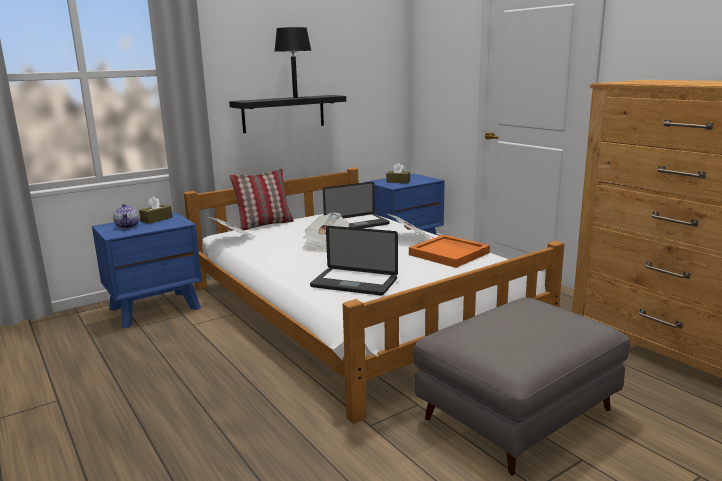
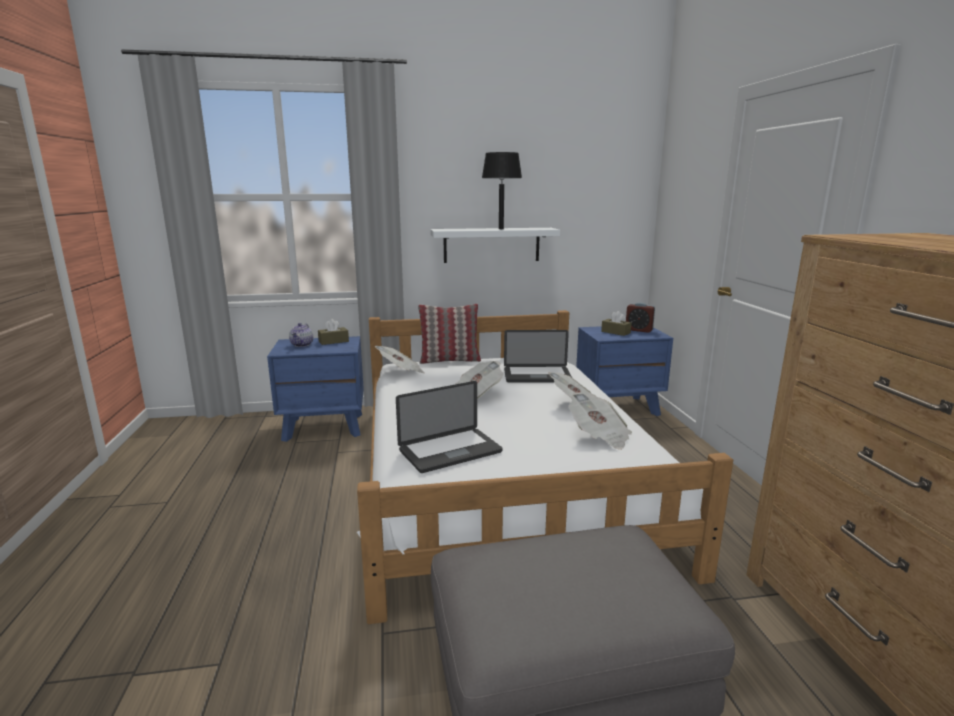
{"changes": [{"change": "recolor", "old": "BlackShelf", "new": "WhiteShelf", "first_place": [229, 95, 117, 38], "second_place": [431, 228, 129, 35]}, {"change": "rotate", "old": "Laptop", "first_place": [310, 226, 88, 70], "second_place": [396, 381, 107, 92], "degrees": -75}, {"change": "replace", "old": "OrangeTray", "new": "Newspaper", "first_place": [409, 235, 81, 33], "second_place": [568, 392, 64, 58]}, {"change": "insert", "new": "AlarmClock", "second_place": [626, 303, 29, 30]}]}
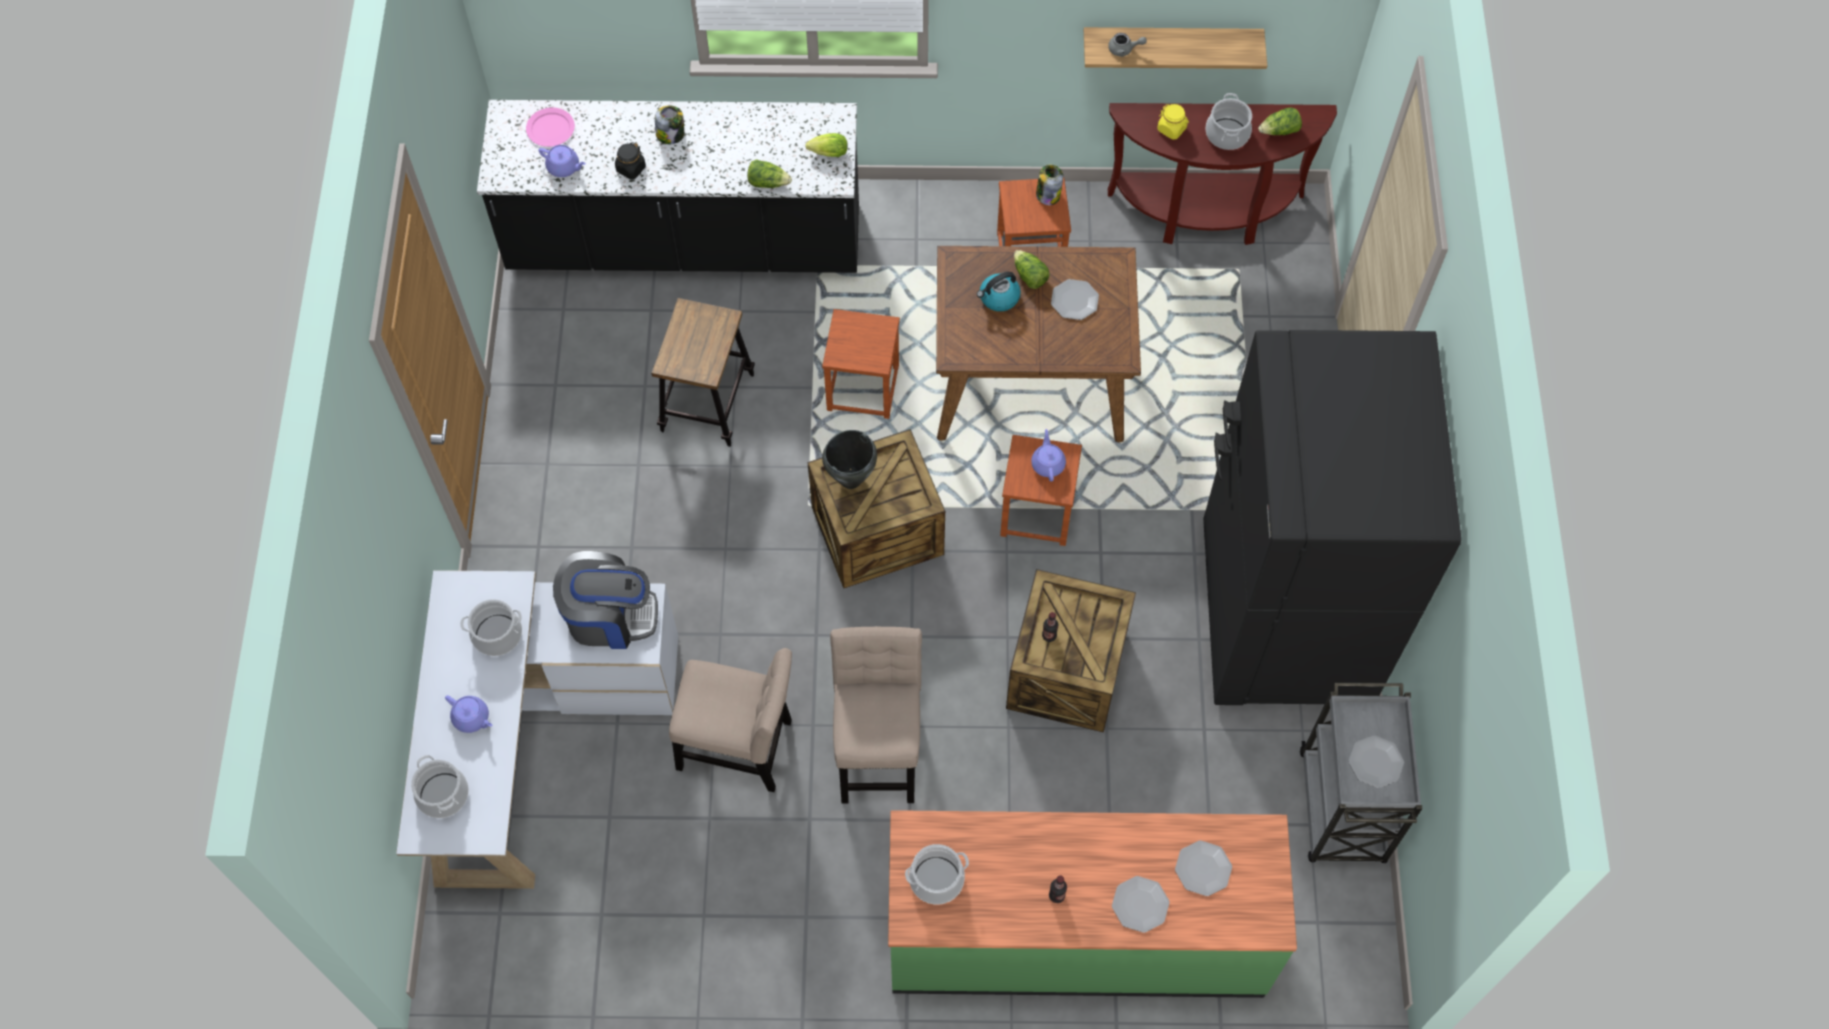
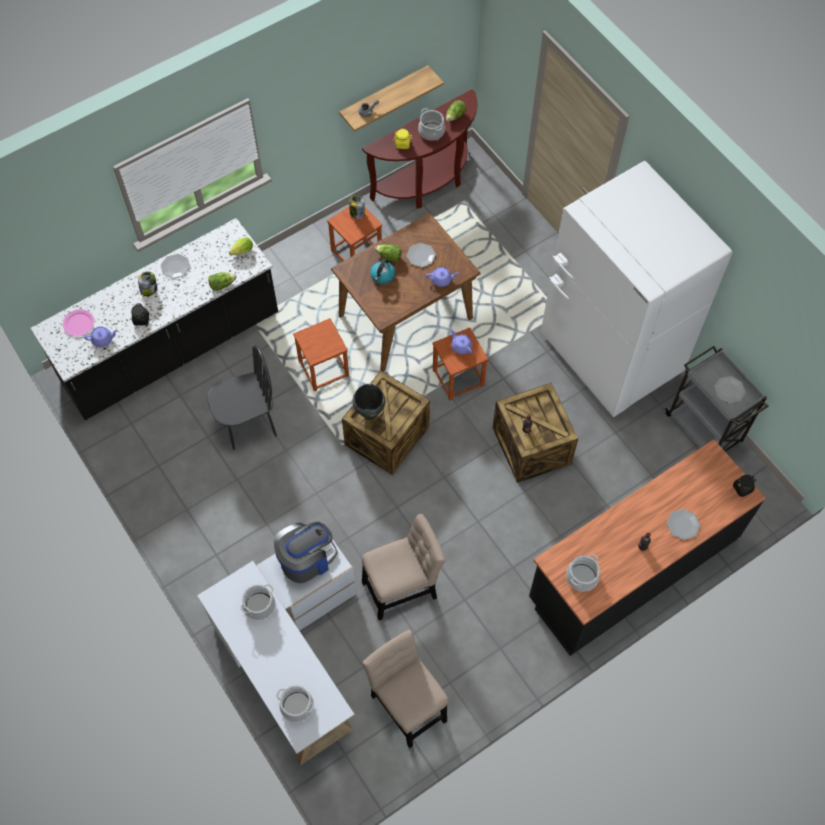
{"changes": [{"change": "move", "old": "PurpleTeapot", "first_place": [445, 695, 47, 38], "second_place": [426, 267, 33, 20]}, {"change": "replace", "old": "Stool", "new": "BlackChair", "first_place": [651, 298, 104, 149], "second_place": [207, 344, 70, 106]}, {"change": "move", "old": "BeigeChair", "first_place": [830, 626, 92, 177], "second_place": [362, 630, 86, 118]}, {"change": "recolor", "old": "GreenCounter", "new": "BlackCounter", "first_place": [888, 810, 409, 188], "second_place": [529, 439, 237, 217]}, {"change": "move", "old": "Plate", "first_place": [1175, 840, 57, 56], "second_place": [161, 254, 29, 25]}, {"change": "recolor", "old": "BlackFridge", "new": "WhiteFridge", "first_place": [1203, 330, 258, 375], "second_place": [541, 161, 191, 256]}, {"change": "insert", "new": "BlackJar", "second_place": [733, 475, 23, 22]}]}
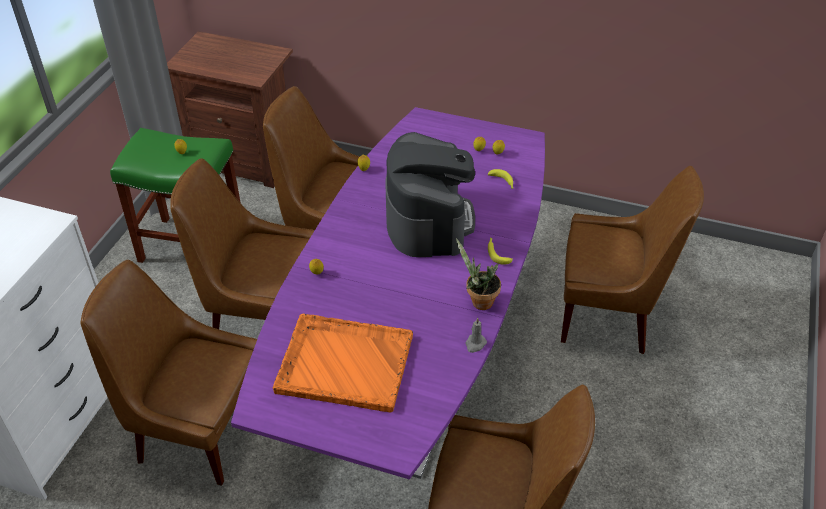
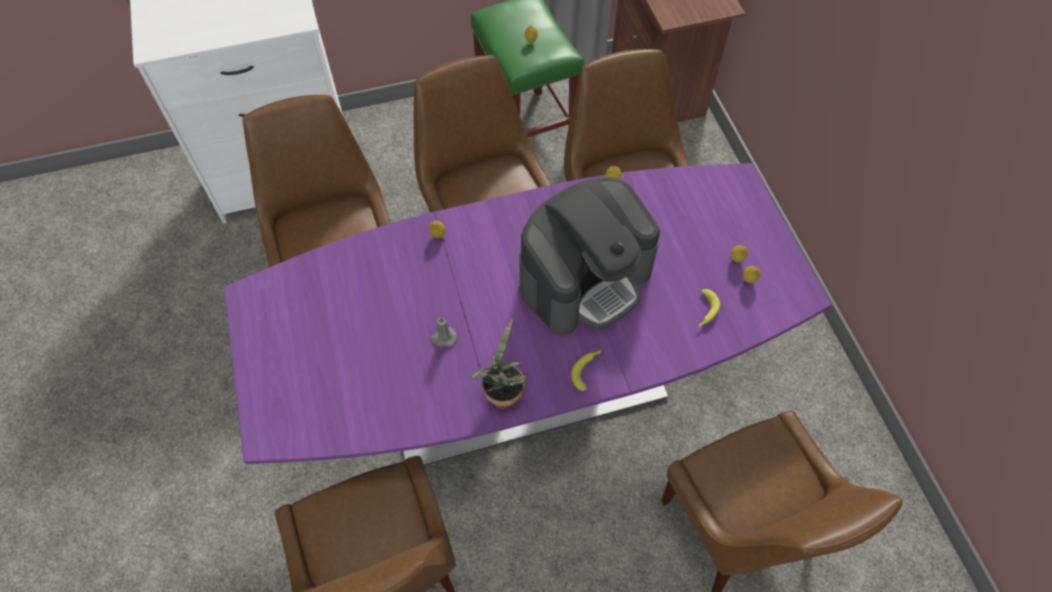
{"changes": [{"change": "delete", "old": "OrangeTray", "first_place": [272, 314, 141, 98]}, {"change": "move", "old": "GreyCandle", "first_place": [465, 318, 22, 35], "second_place": [430, 317, 27, 30]}]}
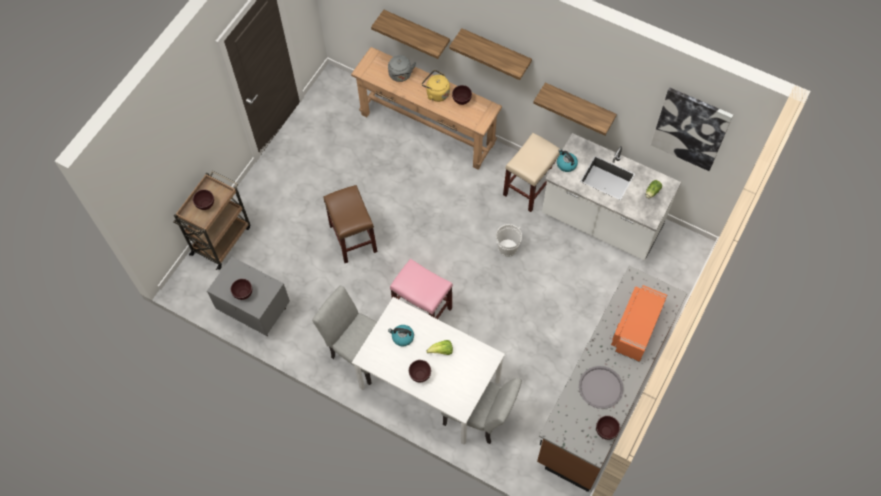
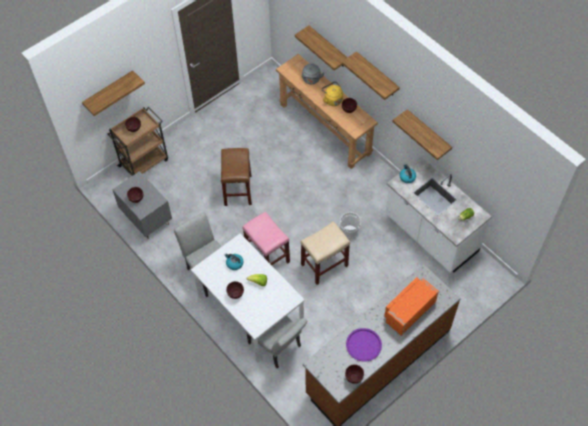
{"changes": [{"change": "move", "old": "BeigeStool", "first_place": [503, 133, 57, 79], "second_place": [301, 221, 49, 64]}, {"change": "recolor", "old": "GreyTray", "new": "PurpleTray", "first_place": [579, 366, 45, 43], "second_place": [346, 328, 36, 34]}, {"change": "delete", "old": "Picture", "first_place": [651, 87, 82, 84]}, {"change": "insert", "new": "Shelf", "second_place": [82, 70, 63, 46]}]}
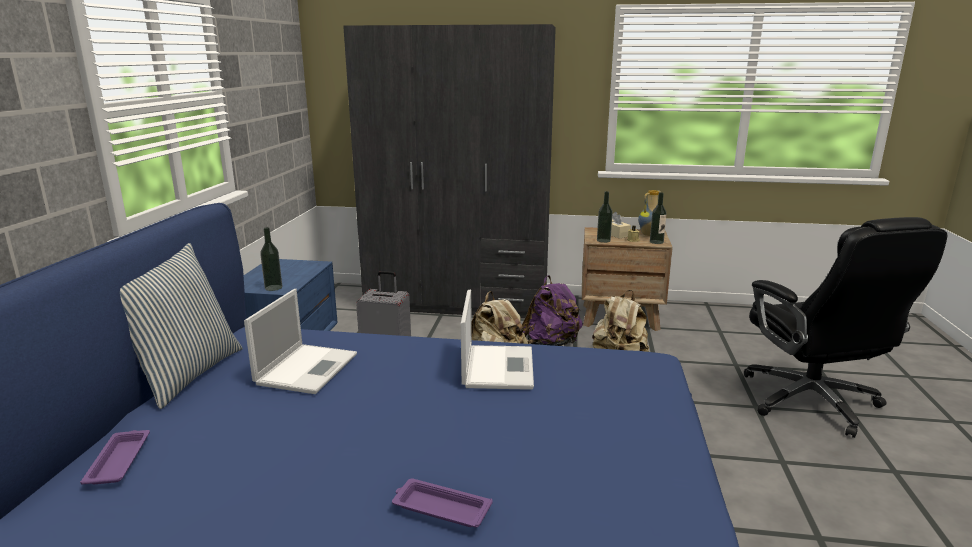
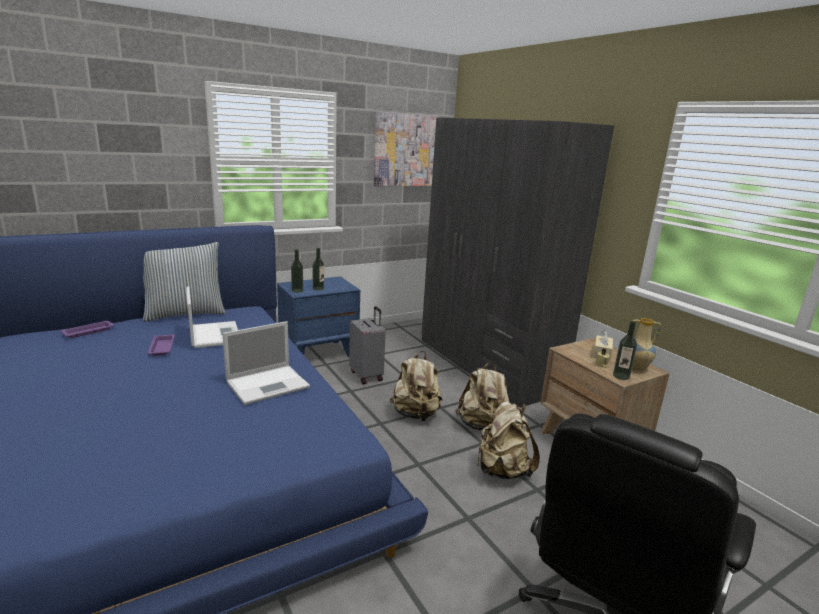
{"changes": [{"change": "rotate", "old": "Laptop", "first_place": [244, 289, 113, 105], "second_place": [186, 286, 52, 62], "degrees": -90}, {"change": "move", "old": "PurpleTray", "first_place": [392, 479, 101, 48], "second_place": [148, 335, 27, 21]}, {"change": "recolor", "old": "PurpleBackpack", "new": "BeigeBackpack", "first_place": [522, 275, 61, 71], "second_place": [455, 361, 55, 69]}, {"change": "move", "old": "Bottle", "first_place": [597, 191, 16, 52], "second_place": [312, 248, 12, 42]}, {"change": "insert", "new": "Picture", "second_place": [374, 111, 65, 75]}]}
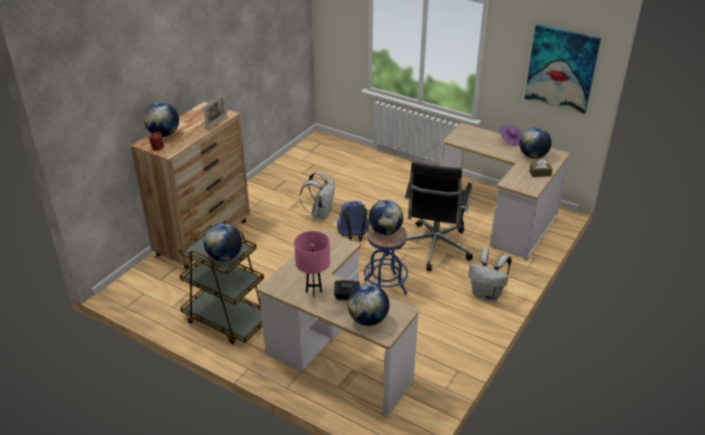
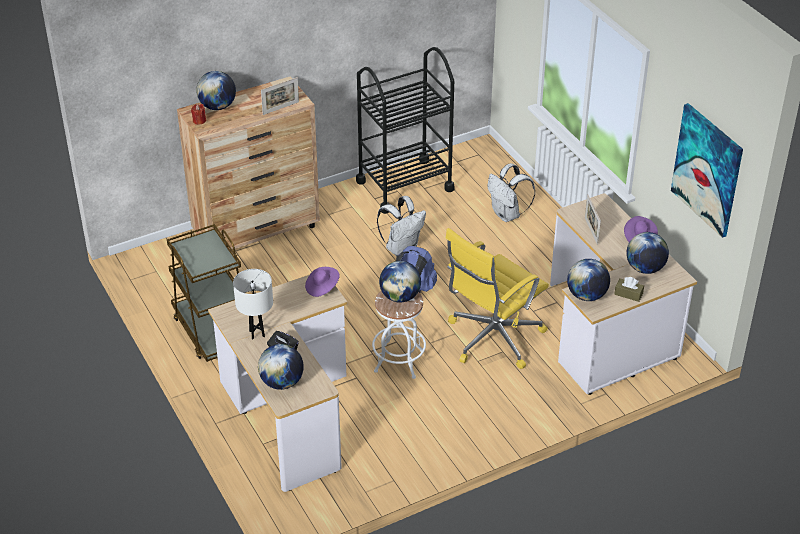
{"changes": [{"change": "move", "old": "Globe", "first_place": [204, 223, 38, 38], "second_place": [567, 259, 43, 42]}, {"change": "recolor", "old": "PinkTableLamp", "new": "WhiteTableLamp", "first_place": [294, 231, 36, 66], "second_place": [233, 269, 40, 71]}, {"change": "recolor", "old": "BlueStool", "new": "WhiteStool", "first_place": [364, 226, 44, 69], "second_place": [372, 291, 54, 88]}, {"change": "recolor", "old": "BlackOfficeChair", "new": "YellowOfficeChair", "first_place": [399, 162, 74, 109], "second_place": [445, 228, 104, 141]}, {"change": "move", "old": "WhiteBackpack", "first_place": [468, 248, 44, 54], "second_place": [488, 163, 47, 59]}, {"change": "insert", "new": "PurpleHat", "second_place": [305, 267, 35, 30]}, {"change": "insert", "new": "BlackCart", "second_place": [356, 47, 99, 167]}, {"change": "insert", "new": "PictureFrame", "second_place": [585, 194, 16, 51]}]}
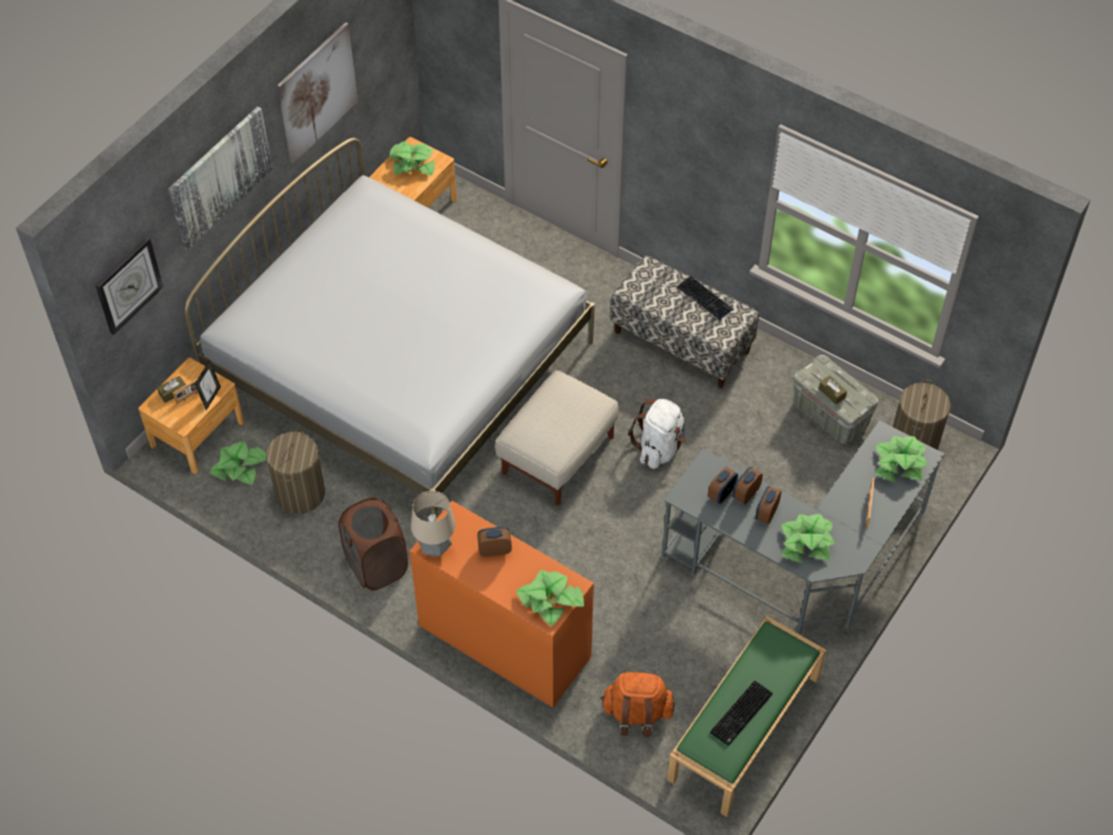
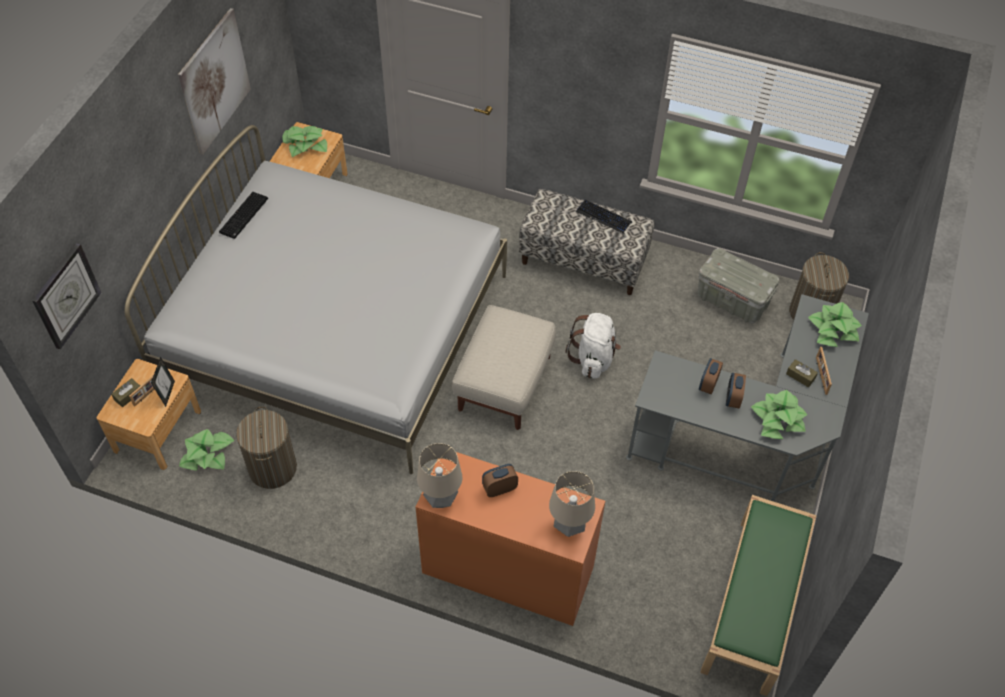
{"changes": [{"change": "delete", "old": "Picture", "first_place": [168, 106, 104, 145]}, {"change": "delete", "old": "BrownLaundryBasket", "first_place": [338, 498, 70, 93]}, {"change": "replace", "old": "PottedPlant", "new": "TableLamp", "first_place": [516, 570, 68, 56], "second_place": [549, 471, 46, 66]}, {"change": "delete", "old": "OrangeBackpack", "first_place": [601, 672, 74, 65]}, {"change": "delete", "old": "AlarmClock", "first_place": [708, 467, 30, 37]}, {"change": "move", "old": "Keyboard", "first_place": [710, 681, 63, 65], "second_place": [219, 192, 49, 47]}, {"change": "move", "old": "BrownTissueBox", "first_place": [819, 376, 28, 28], "second_place": [786, 359, 32, 28]}]}
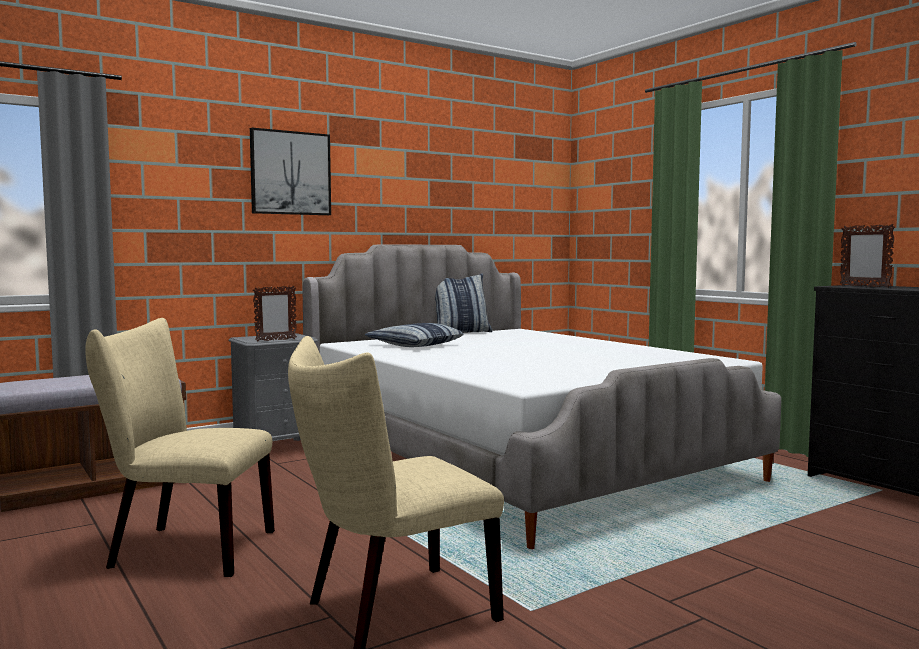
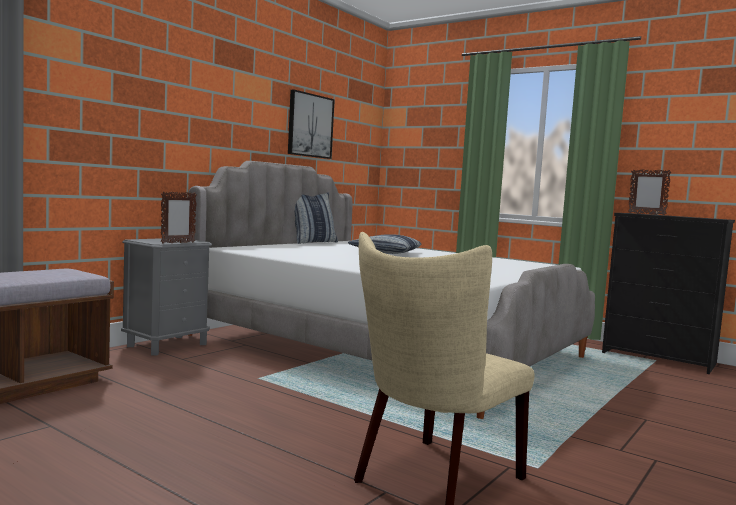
{"changes": [{"change": "delete", "old": "BeigeChair", "first_place": [85, 318, 190, 259]}, {"change": "move", "old": "Picture", "first_place": [250, 128, 81, 87], "second_place": [288, 89, 47, 70]}, {"change": "move", "old": "Pillow", "first_place": [365, 323, 99, 24], "second_place": [348, 234, 74, 20]}]}
